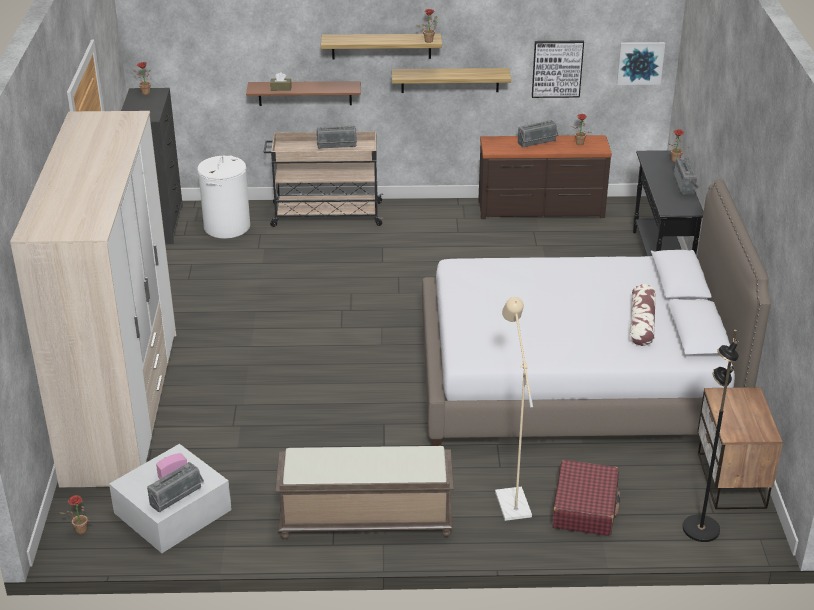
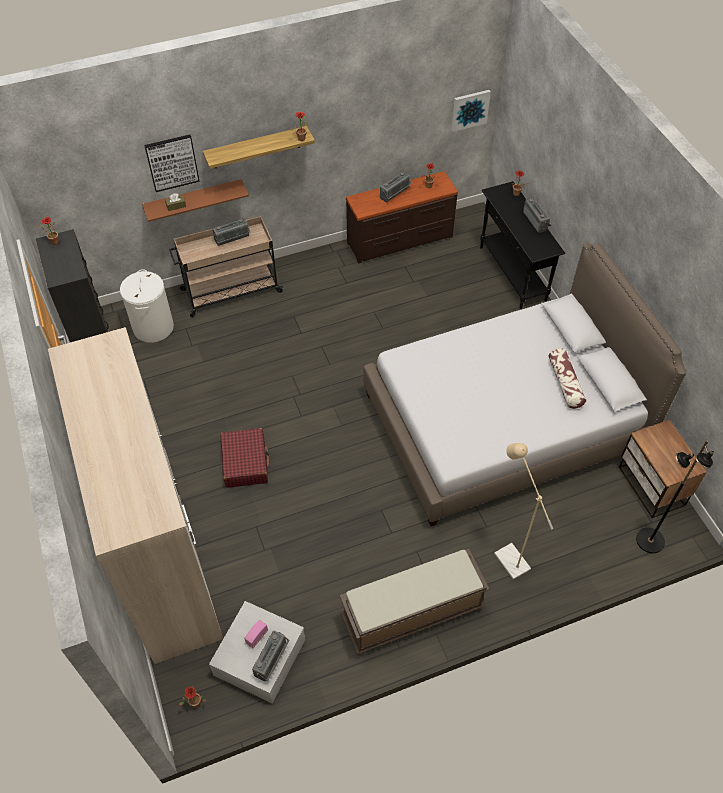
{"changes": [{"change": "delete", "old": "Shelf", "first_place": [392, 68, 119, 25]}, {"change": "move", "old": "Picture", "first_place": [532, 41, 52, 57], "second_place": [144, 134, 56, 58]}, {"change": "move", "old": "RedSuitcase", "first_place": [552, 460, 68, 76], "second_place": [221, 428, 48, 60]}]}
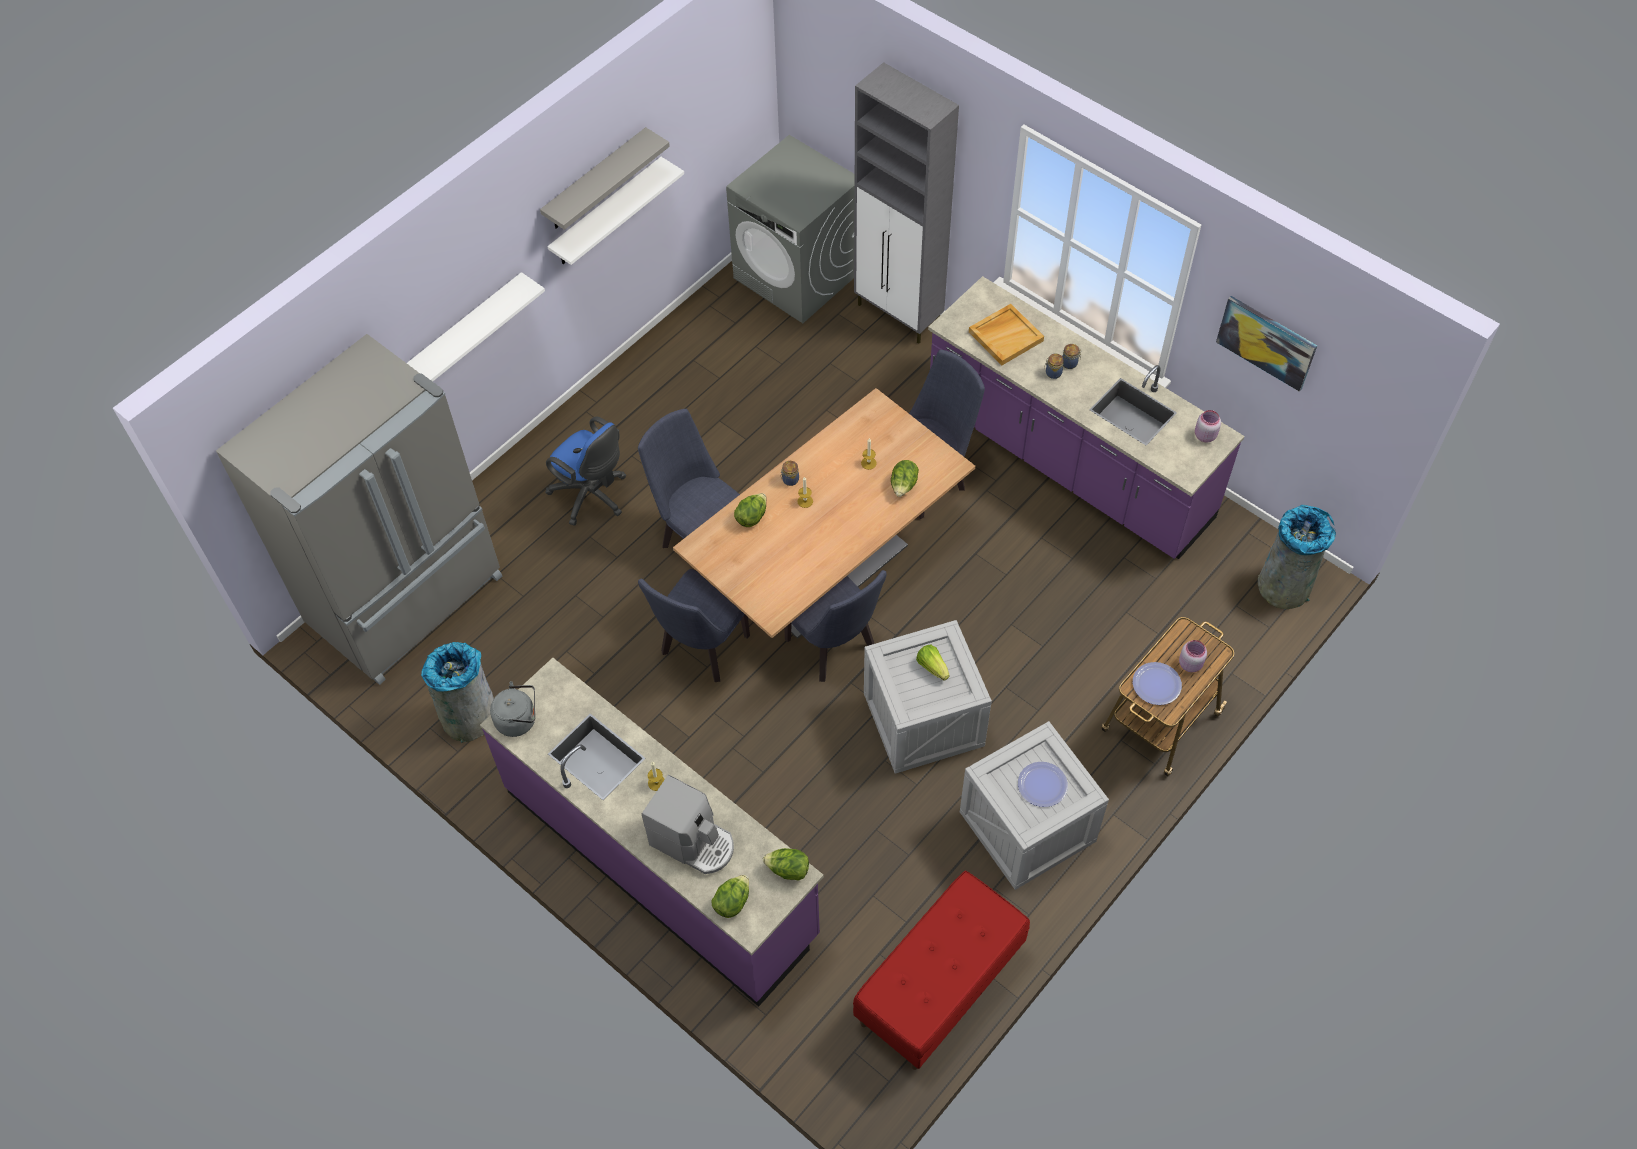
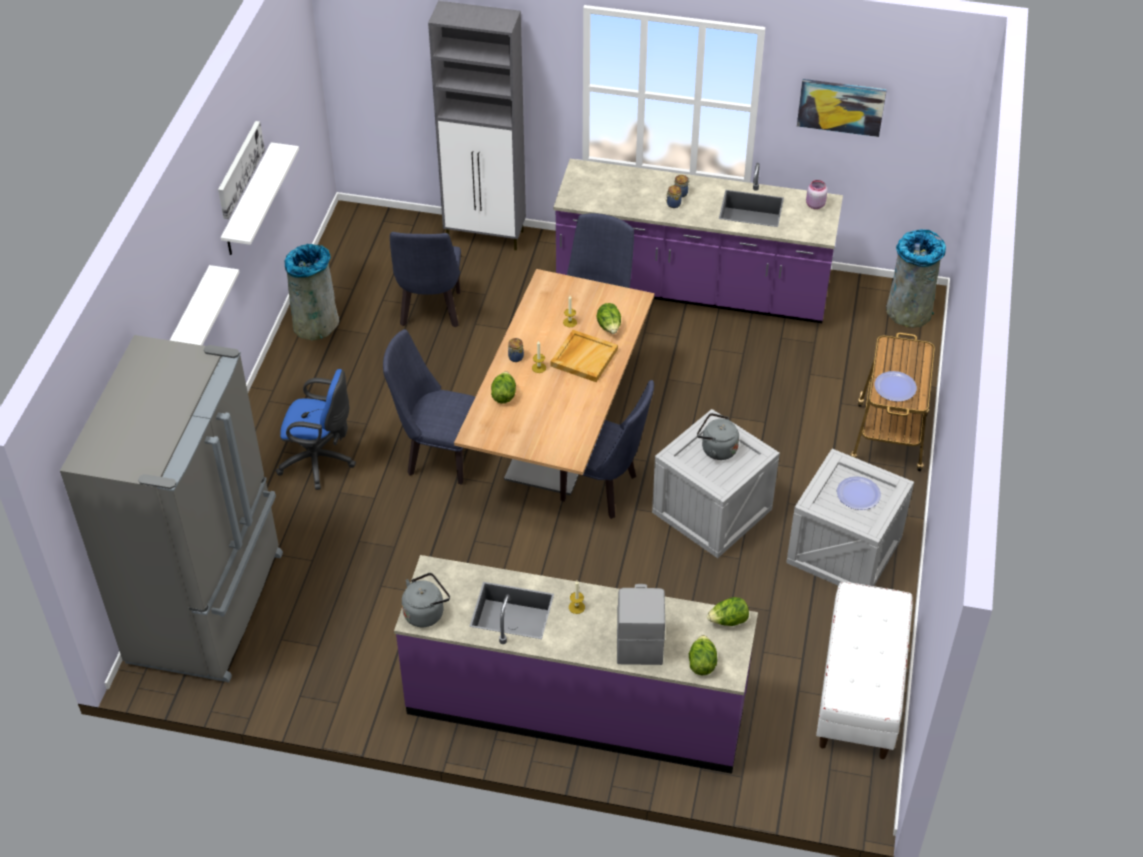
{"changes": [{"change": "move", "old": "GreyTrashCan", "first_place": [421, 642, 73, 101], "second_place": [285, 244, 54, 96]}, {"change": "replace", "old": "GreyShelf", "new": "Picture", "first_place": [540, 127, 130, 103], "second_place": [218, 121, 47, 98]}, {"change": "move", "old": "BlueChair", "first_place": [638, 569, 112, 113], "second_place": [390, 232, 71, 95]}, {"change": "rotate", "old": "CoffeeMachine", "first_place": [642, 775, 92, 99], "second_place": [617, 584, 48, 81], "degrees": -90}, {"change": "delete", "old": "GreyWashingMachine", "first_place": [726, 135, 129, 188]}, {"change": "recolor", "old": "RedBench", "new": "WhiteBench", "first_place": [853, 871, 177, 199], "second_place": [816, 582, 97, 177]}, {"change": "replace", "old": "Lettuce", "new": "GreyKettle", "first_place": [916, 645, 33, 35], "second_place": [697, 413, 42, 47]}, {"change": "move", "old": "BeigeTray", "first_place": [969, 304, 75, 61], "second_place": [550, 330, 68, 52]}, {"change": "delete", "old": "PinkJar", "first_place": [1179, 640, 28, 32]}]}
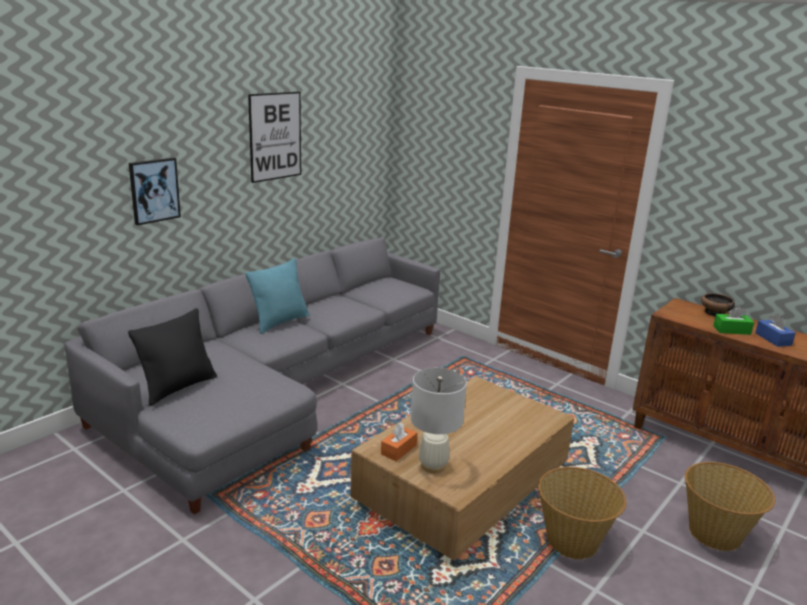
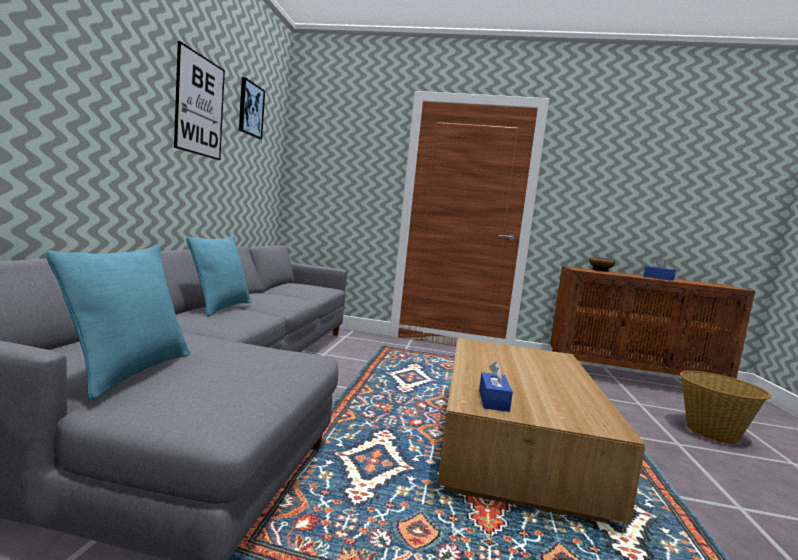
{"changes": [{"change": "recolor", "old": "BlackPillow", "new": "TurquoisePillow", "first_place": [128, 308, 89, 98], "second_place": [46, 245, 144, 155]}, {"change": "move", "old": "Picture", "first_place": [129, 158, 52, 68], "second_place": [239, 77, 26, 62]}, {"change": "recolor", "old": "OrangeTissueBox", "new": "BlueTissueBox", "first_place": [381, 423, 36, 38], "second_place": [479, 362, 34, 50]}, {"change": "delete", "old": "WhiteTableLamp", "first_place": [411, 368, 56, 106]}, {"change": "delete", "old": "Basket", "first_place": [538, 467, 89, 92]}, {"change": "delete", "old": "GreenTissueBox", "first_place": [713, 306, 41, 29]}]}
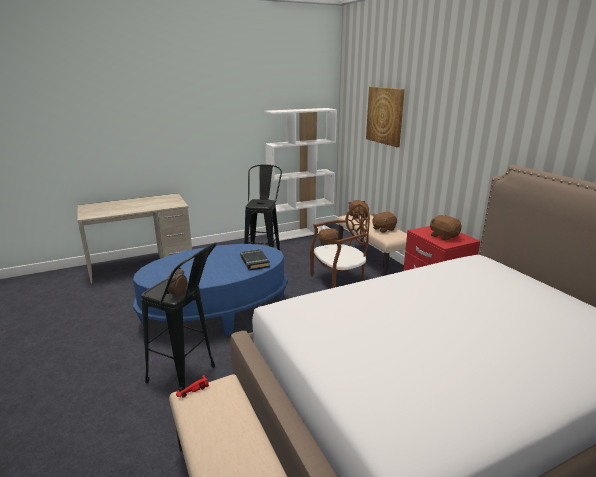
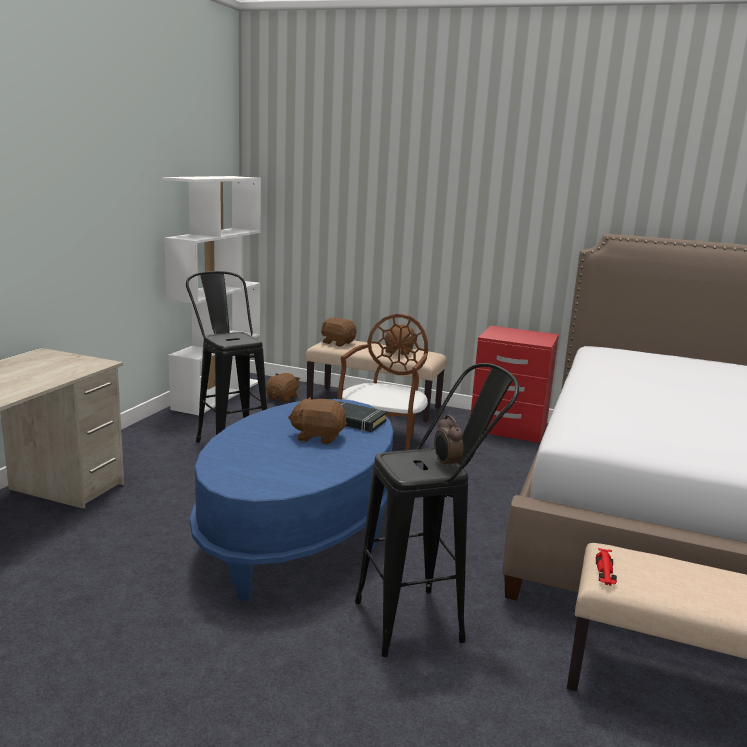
{"changes": [{"change": "delete", "old": "Picture", "first_place": [366, 87, 39, 60]}, {"change": "move", "old": "BrownPlushToy", "first_place": [430, 215, 32, 26], "second_place": [288, 397, 59, 47]}]}
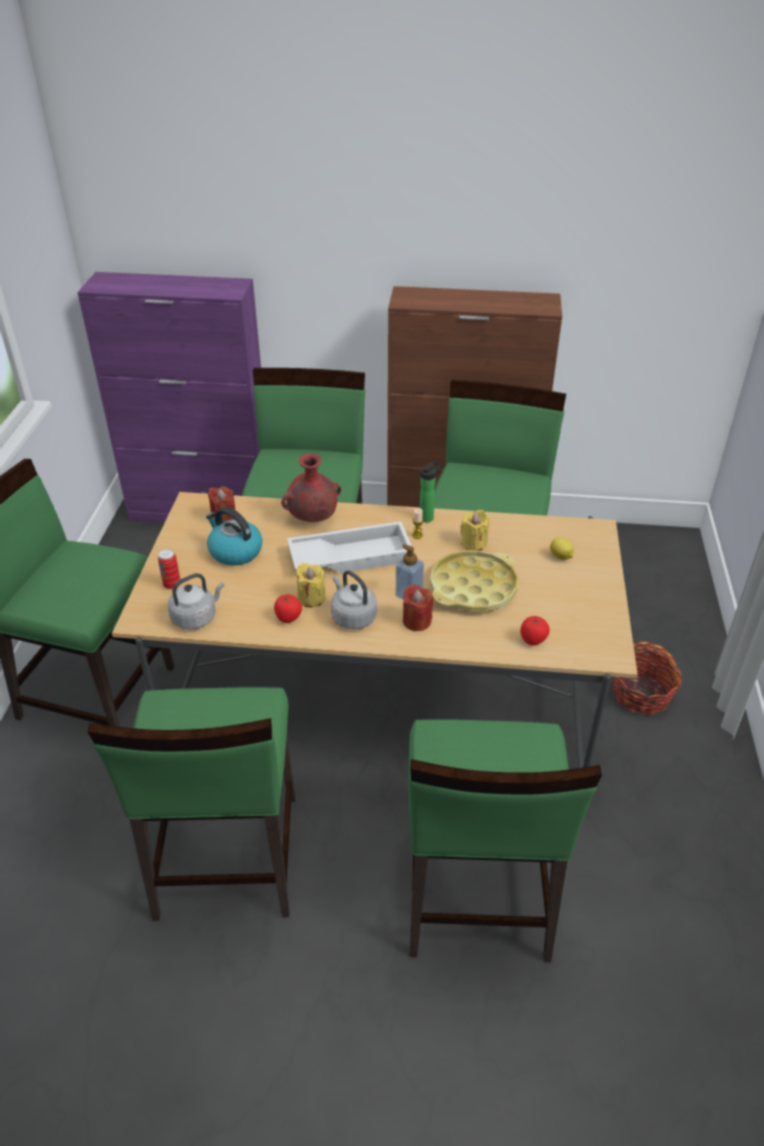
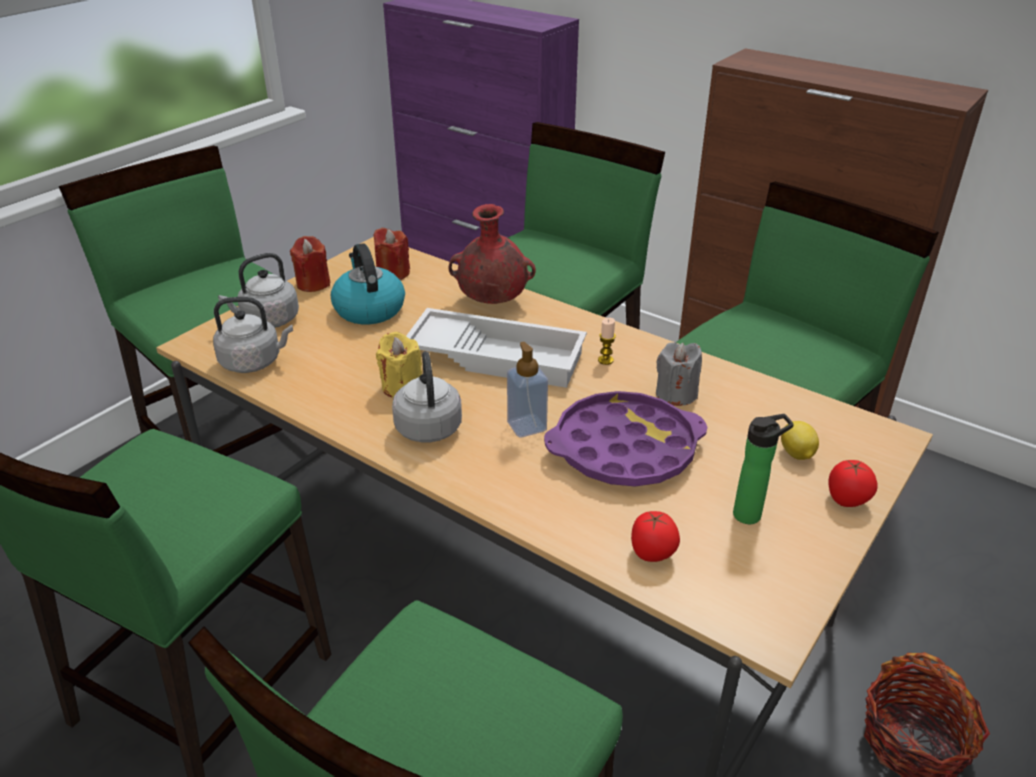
{"changes": [{"change": "replace", "old": "Can", "new": "GreyKettle", "first_place": [158, 549, 23, 40], "second_place": [218, 253, 81, 75]}, {"change": "move", "old": "Tomato", "first_place": [274, 594, 28, 29], "second_place": [828, 460, 50, 47]}, {"change": "move", "old": "RedCandle", "first_place": [403, 584, 30, 47], "second_place": [290, 236, 40, 56]}, {"change": "move", "old": "Bottle", "first_place": [420, 461, 21, 62], "second_place": [733, 414, 61, 110]}, {"change": "recolor", "old": "YellowTray", "new": "PurpleTray", "first_place": [430, 550, 88, 62], "second_place": [544, 391, 163, 96]}, {"change": "recolor", "old": "YellowCandle", "new": "GreyCandle", "first_place": [460, 510, 29, 41], "second_place": [656, 342, 46, 64]}]}
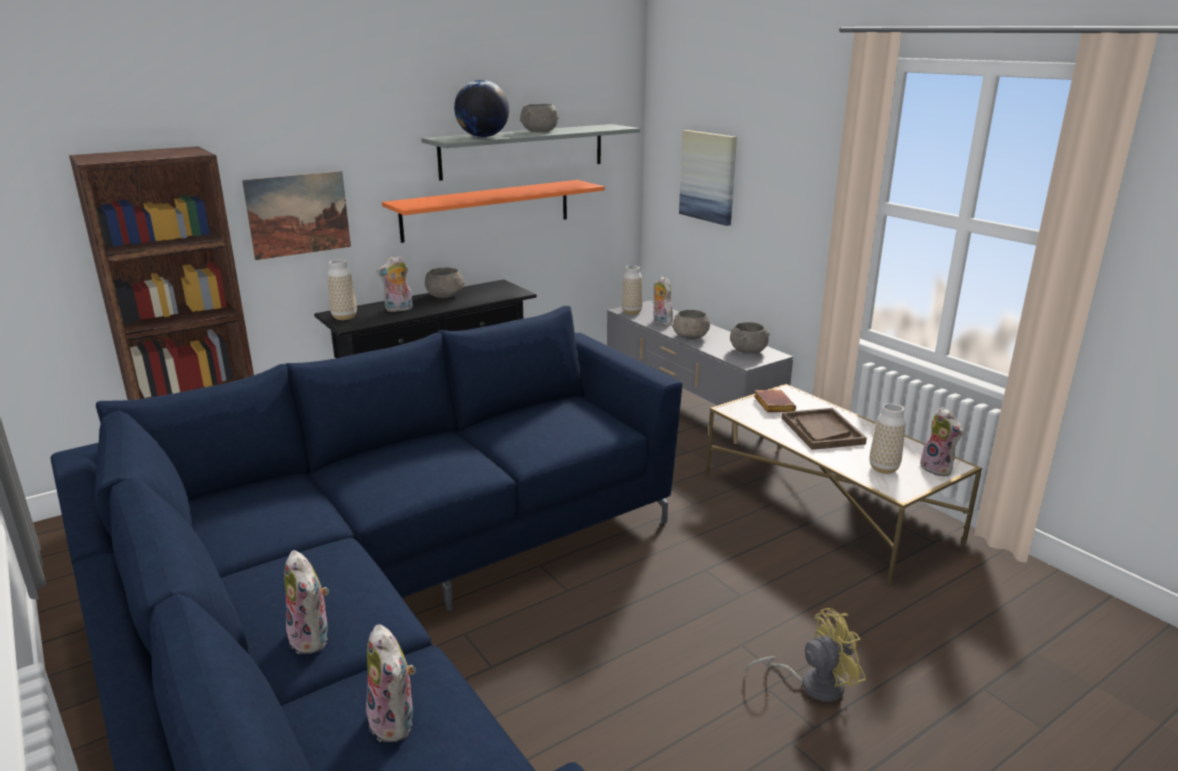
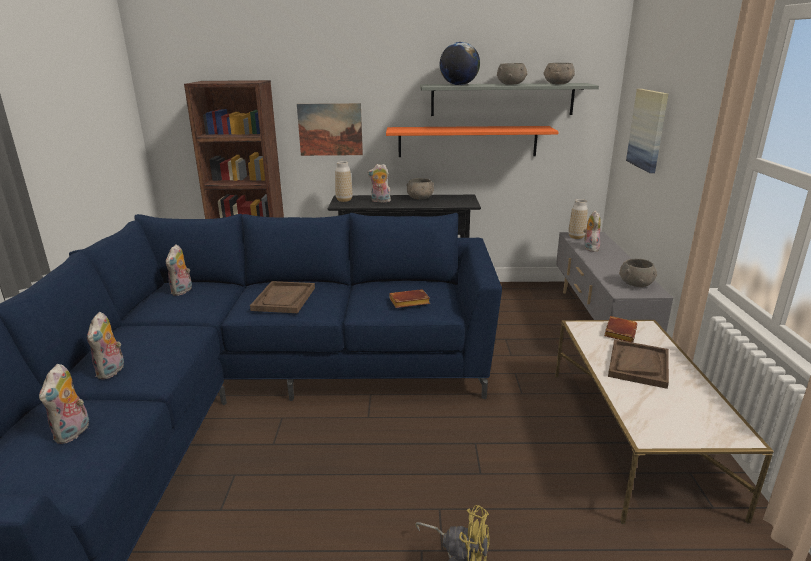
{"changes": [{"change": "move", "old": "GreyBowl", "first_place": [672, 310, 38, 30], "second_place": [544, 63, 31, 21]}, {"change": "delete", "old": "Vase", "first_place": [870, 403, 36, 71]}, {"change": "move", "old": "PlushToy", "first_place": [919, 407, 45, 69], "second_place": [166, 244, 26, 52]}, {"change": "insert", "new": "BrownTray", "second_place": [250, 281, 65, 32]}, {"change": "insert", "new": "BrownBook", "second_place": [389, 289, 41, 19]}]}
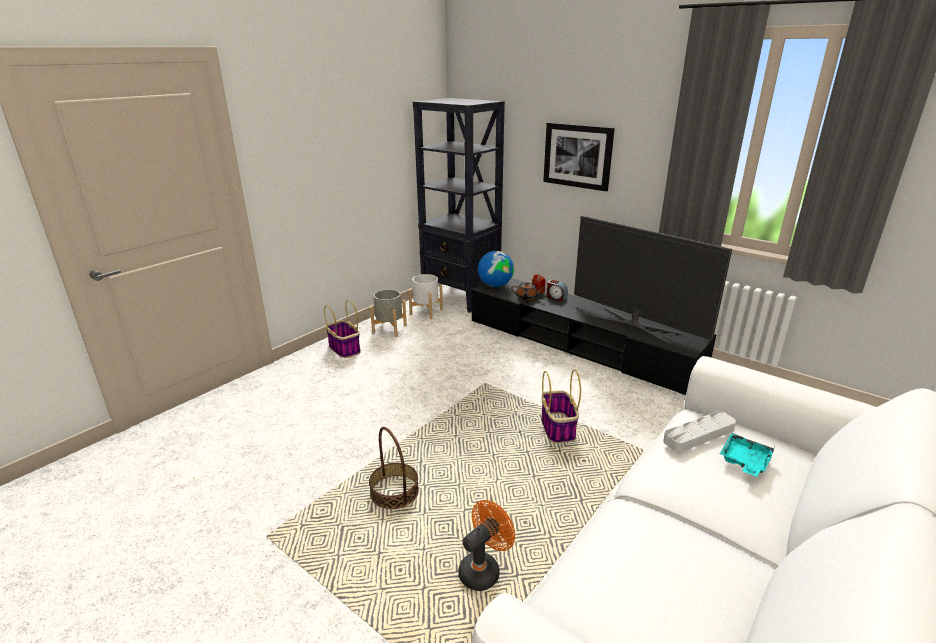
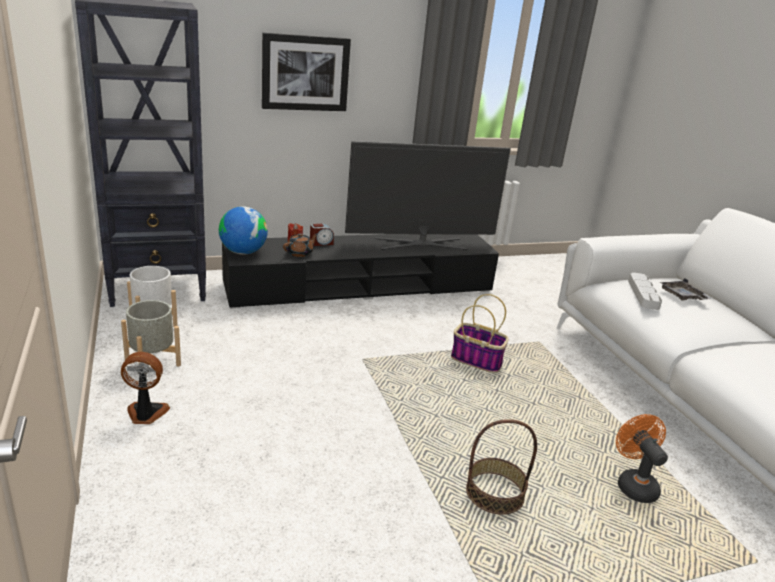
{"changes": [{"change": "replace", "old": "Basket", "new": "Fan", "first_place": [324, 299, 37, 59], "second_place": [121, 352, 49, 72]}, {"change": "recolor", "old": "TurquoiseTray", "new": "GreyTray", "first_place": [720, 433, 55, 44], "second_place": [660, 278, 52, 23]}]}
